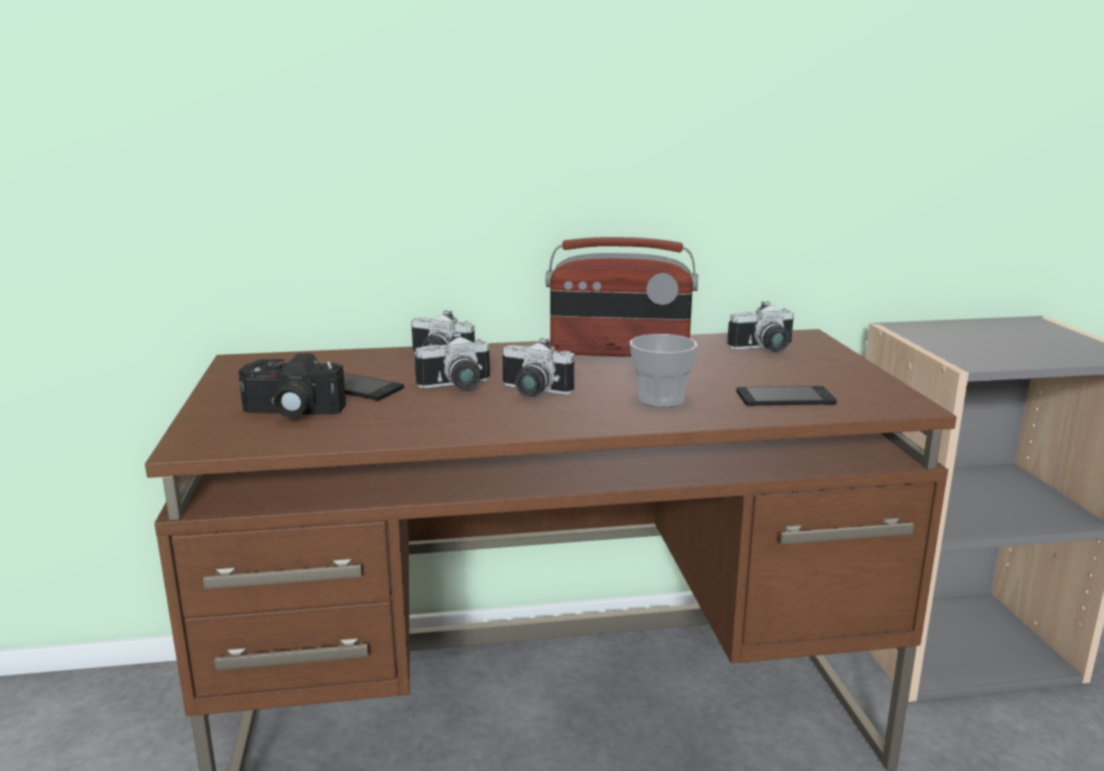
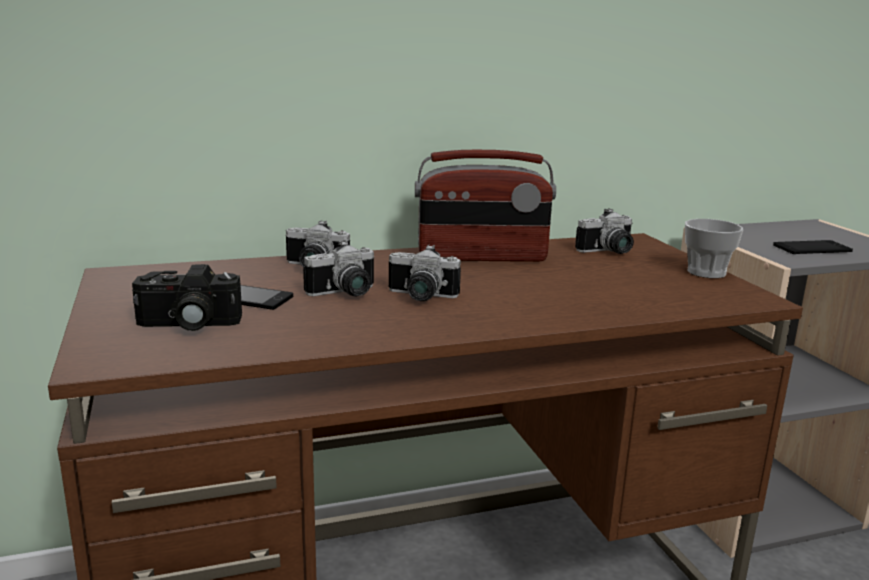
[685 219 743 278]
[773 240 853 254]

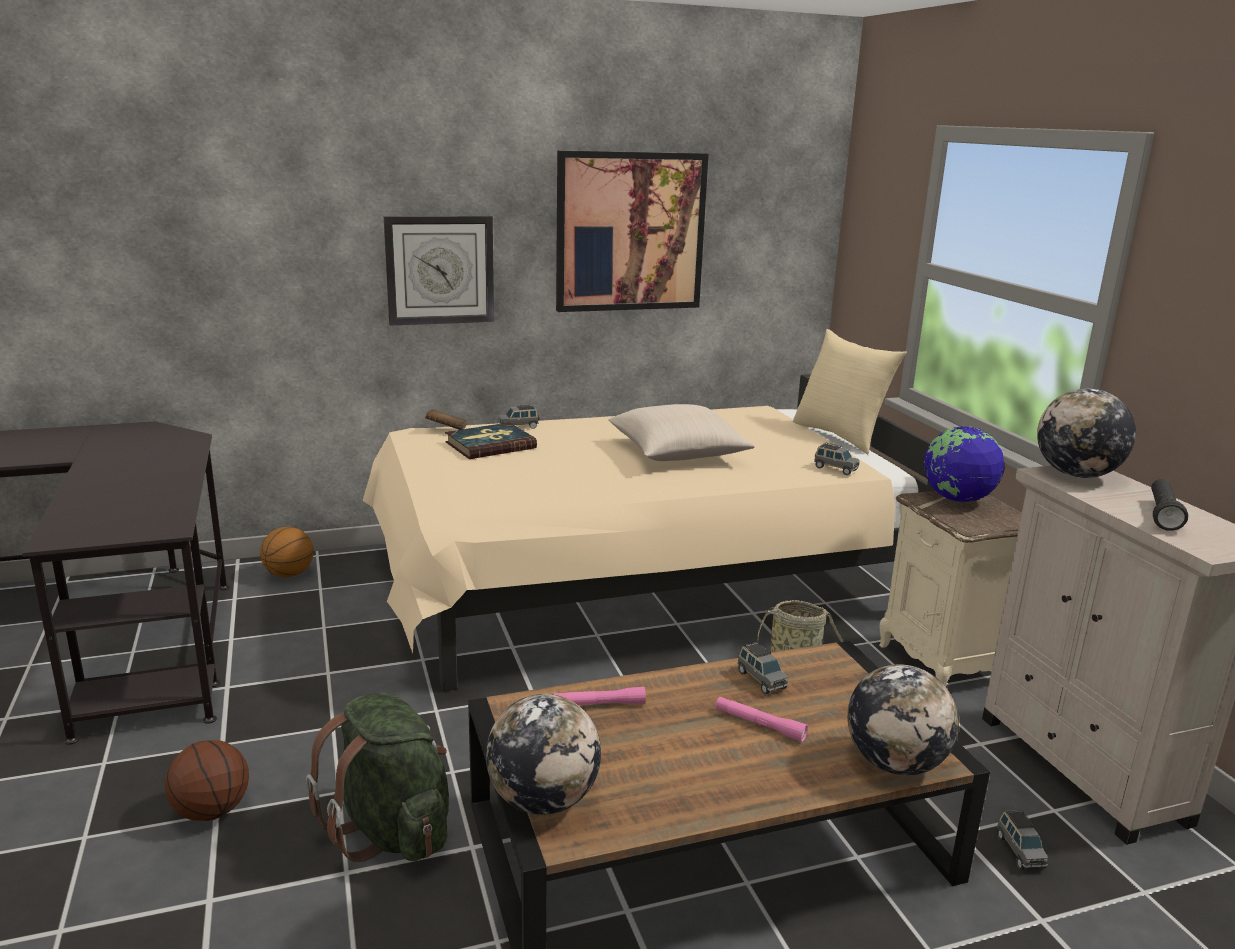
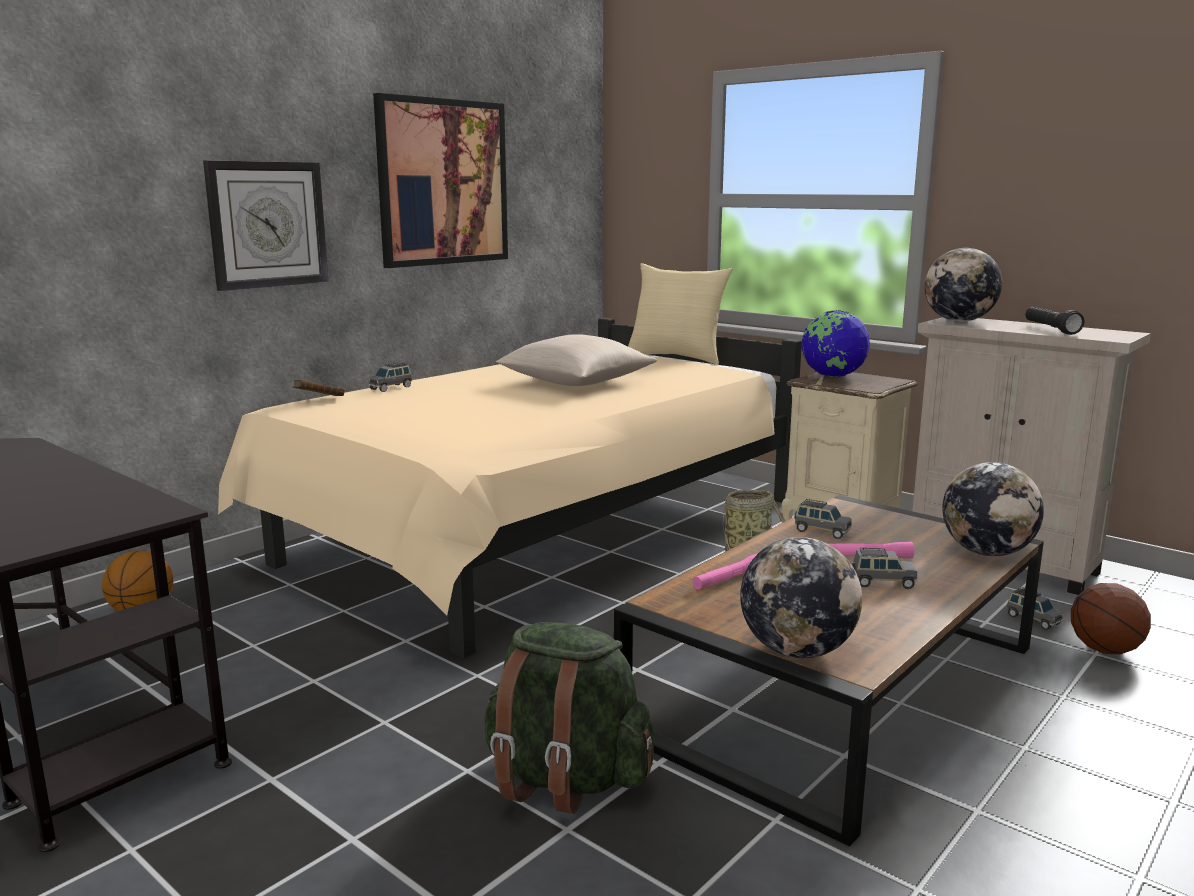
[445 422 537 459] (first image)
[851 548 918 589]
[1071 583 1151 654]

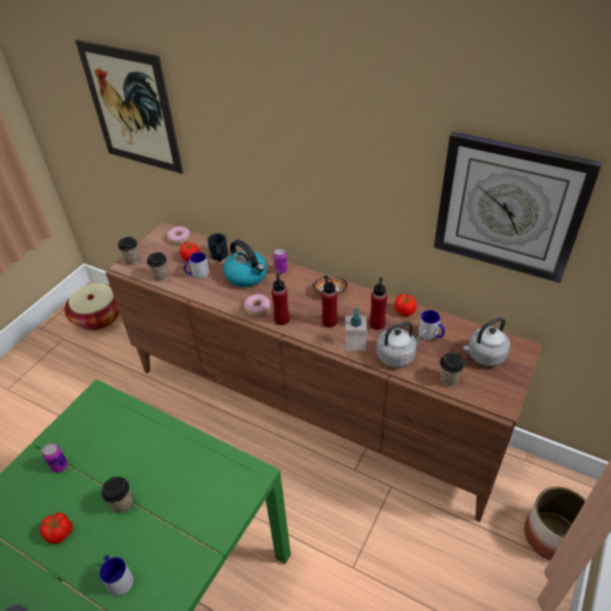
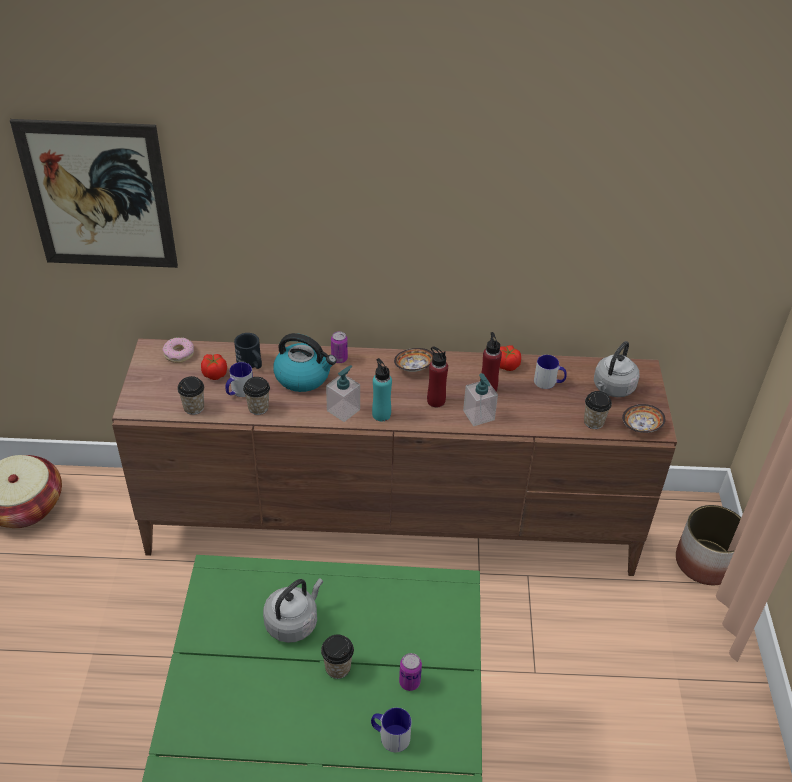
[434 132 603 283] (first image)
[243 377 270 415]
[372 358 392 421]
[326 365 360 422]
[263 578 323 643]
[399 653 422 691]
[40 513 73 544] (first image)
[622 404 665 433]

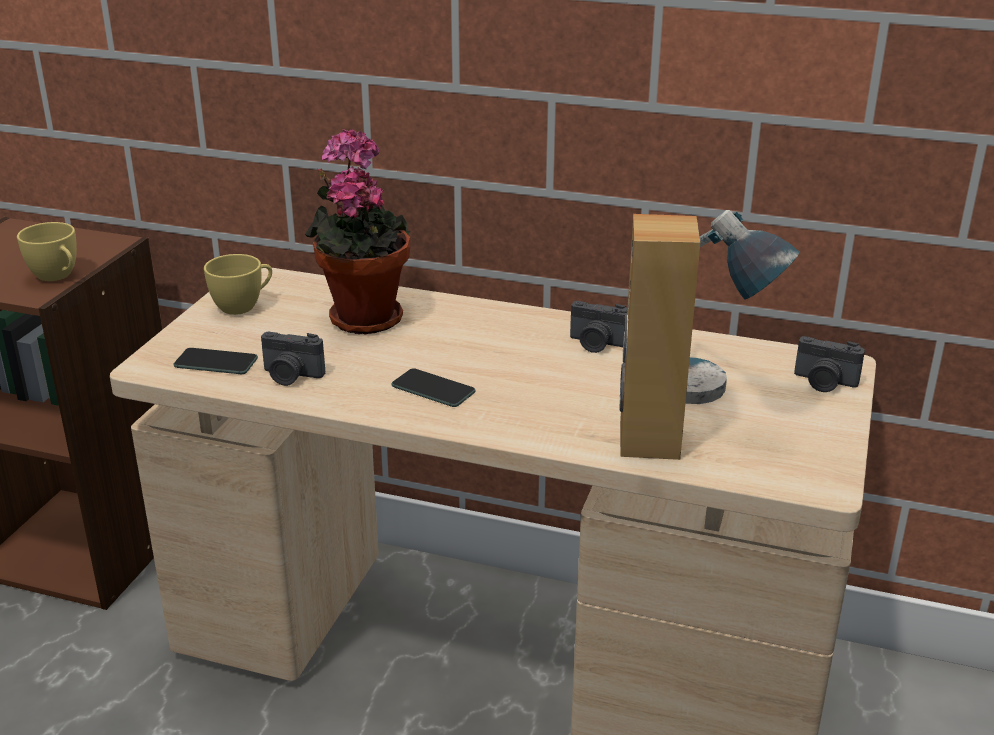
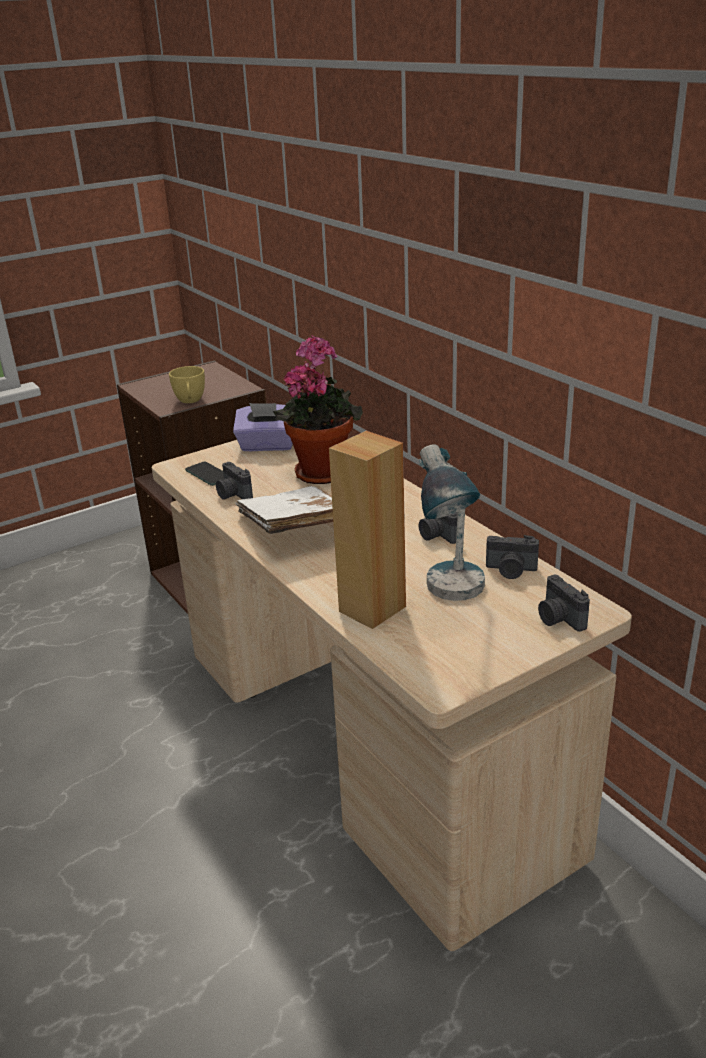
[233 403 293 451]
[236 486 333 534]
[486 535 539 579]

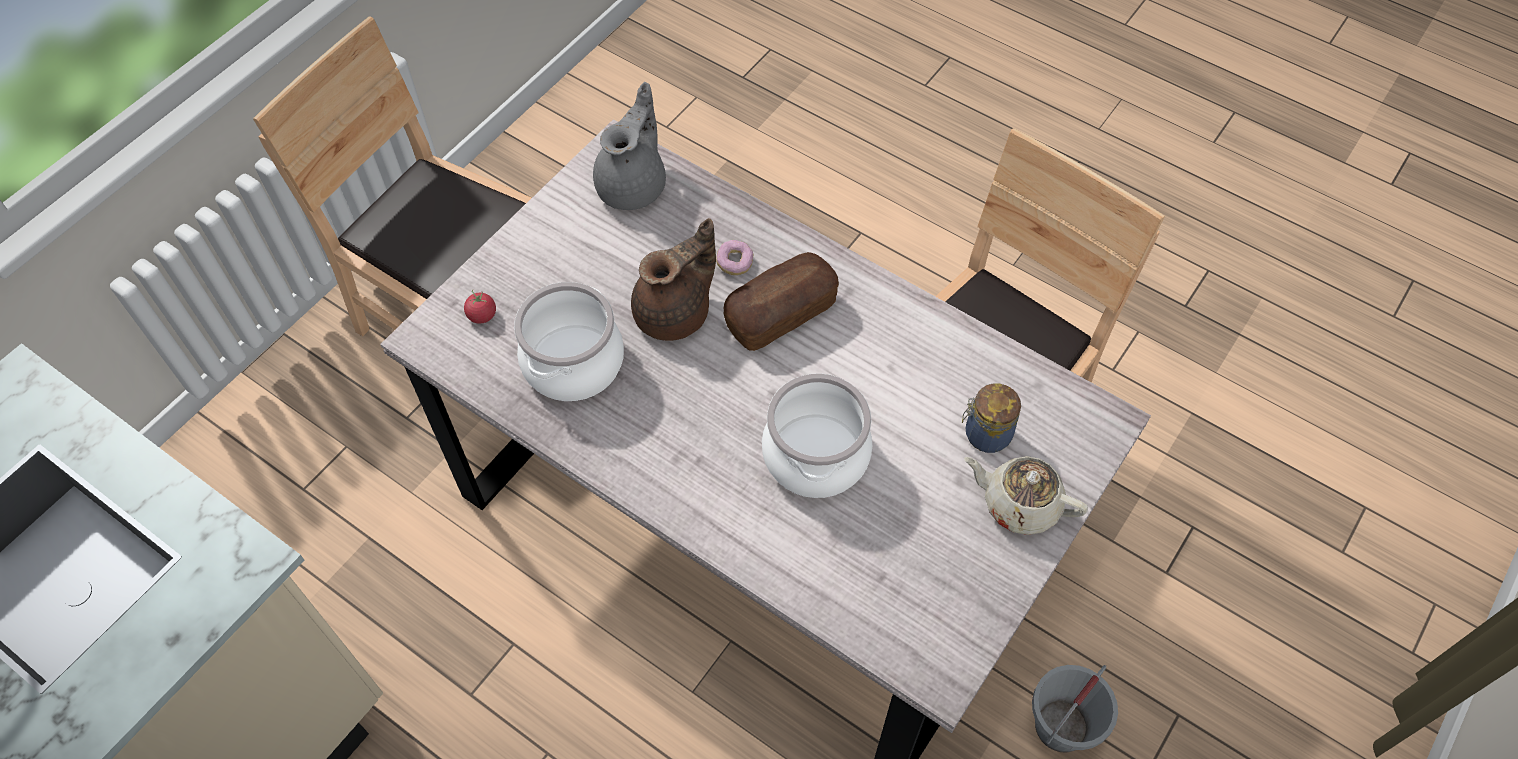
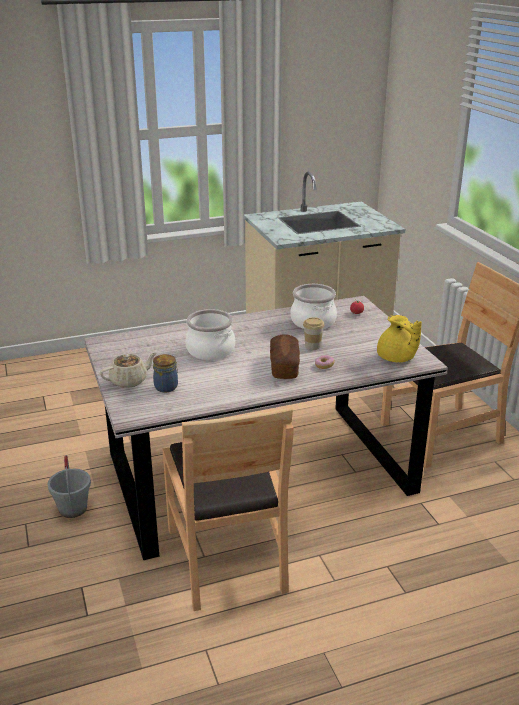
[377 315 422 362]
[303 317 324 350]

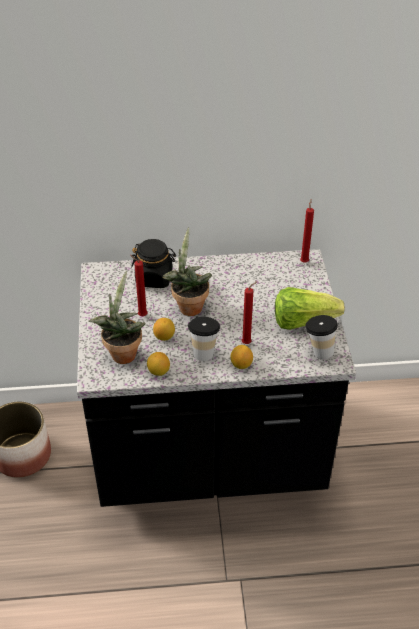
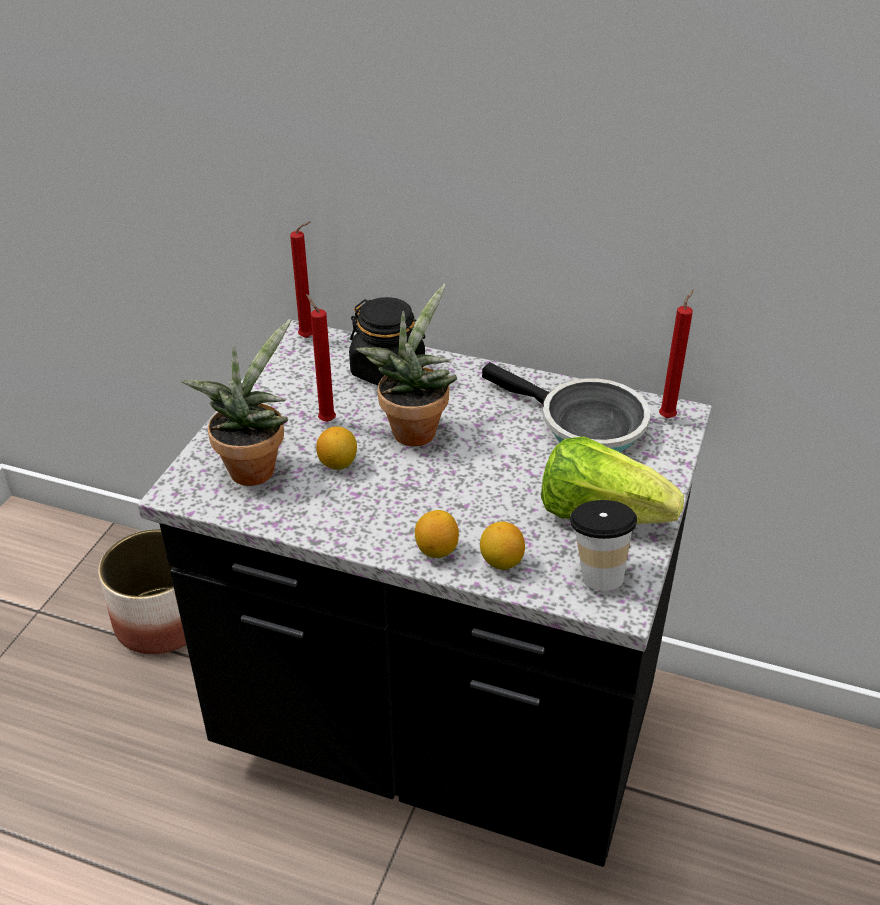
[290 222 312 338]
[188 317 220 361] (first image)
[480 522 525 570]
[482 362 650 452]

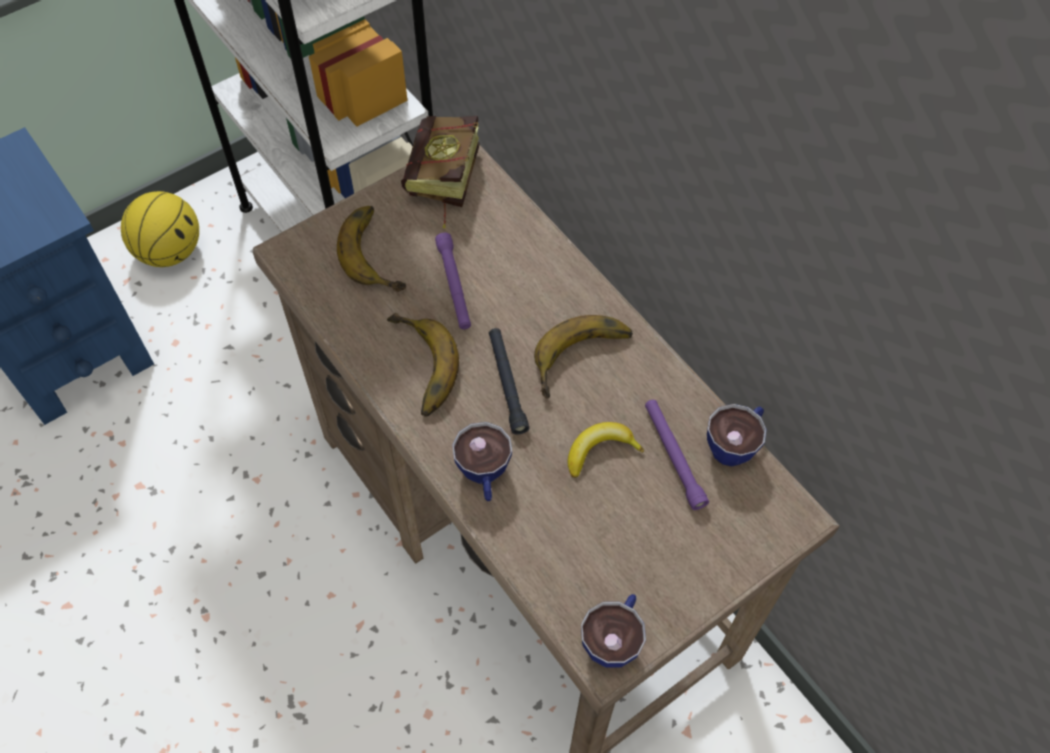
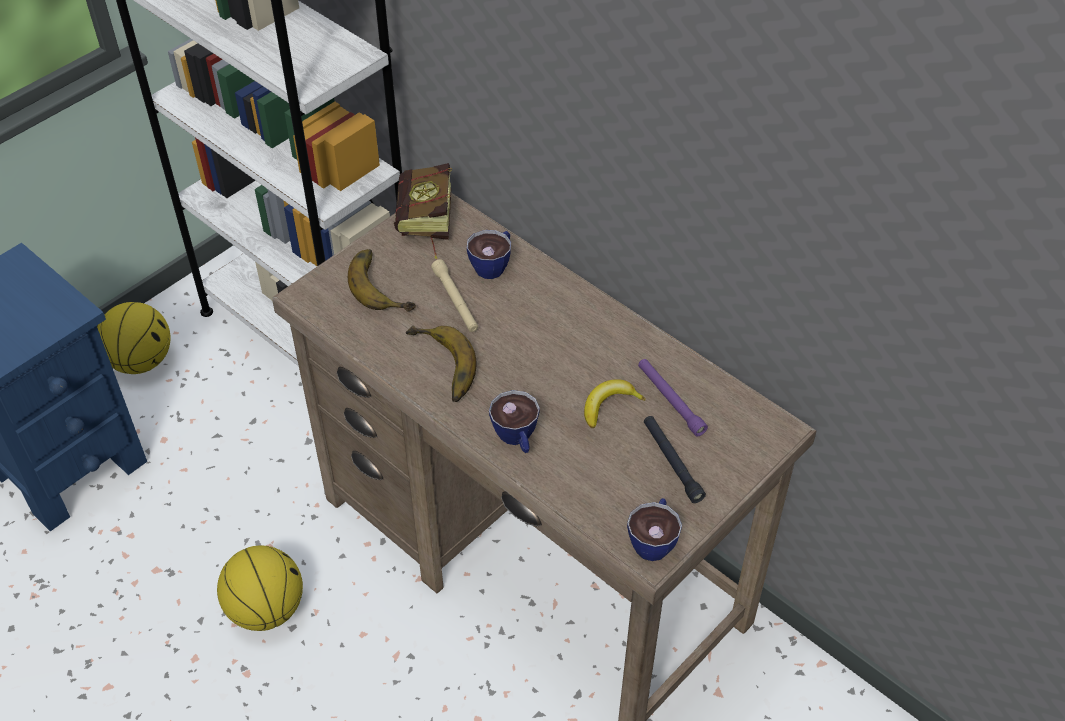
[431 260 478 332]
[534 315 633 398] (first image)
[644 416 706 503]
[467 230 511 279]
[217 545 303 631]

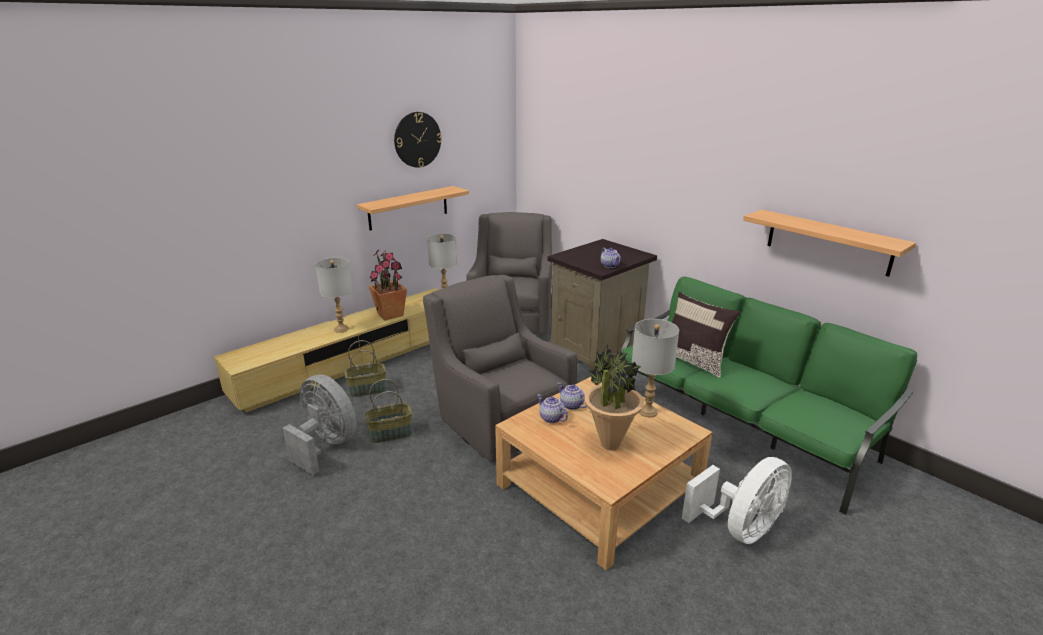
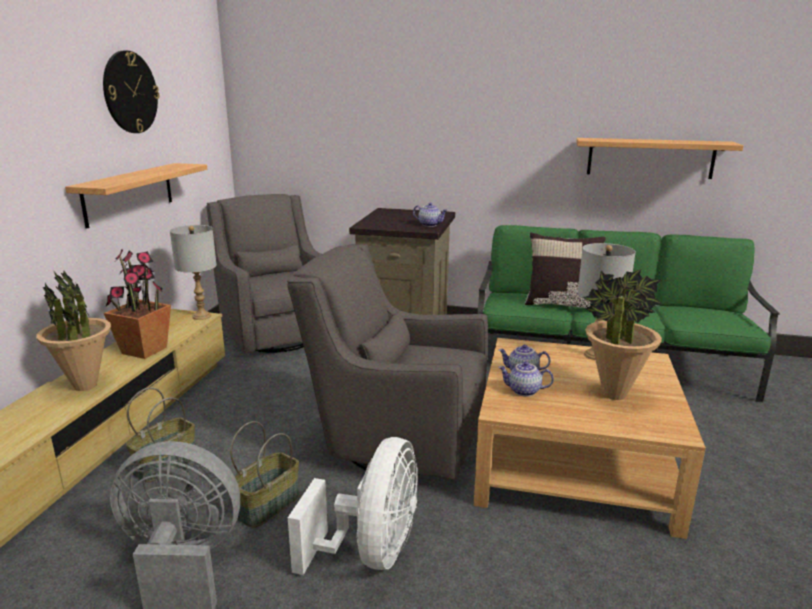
[36 270 111 391]
[288 437 417 575]

